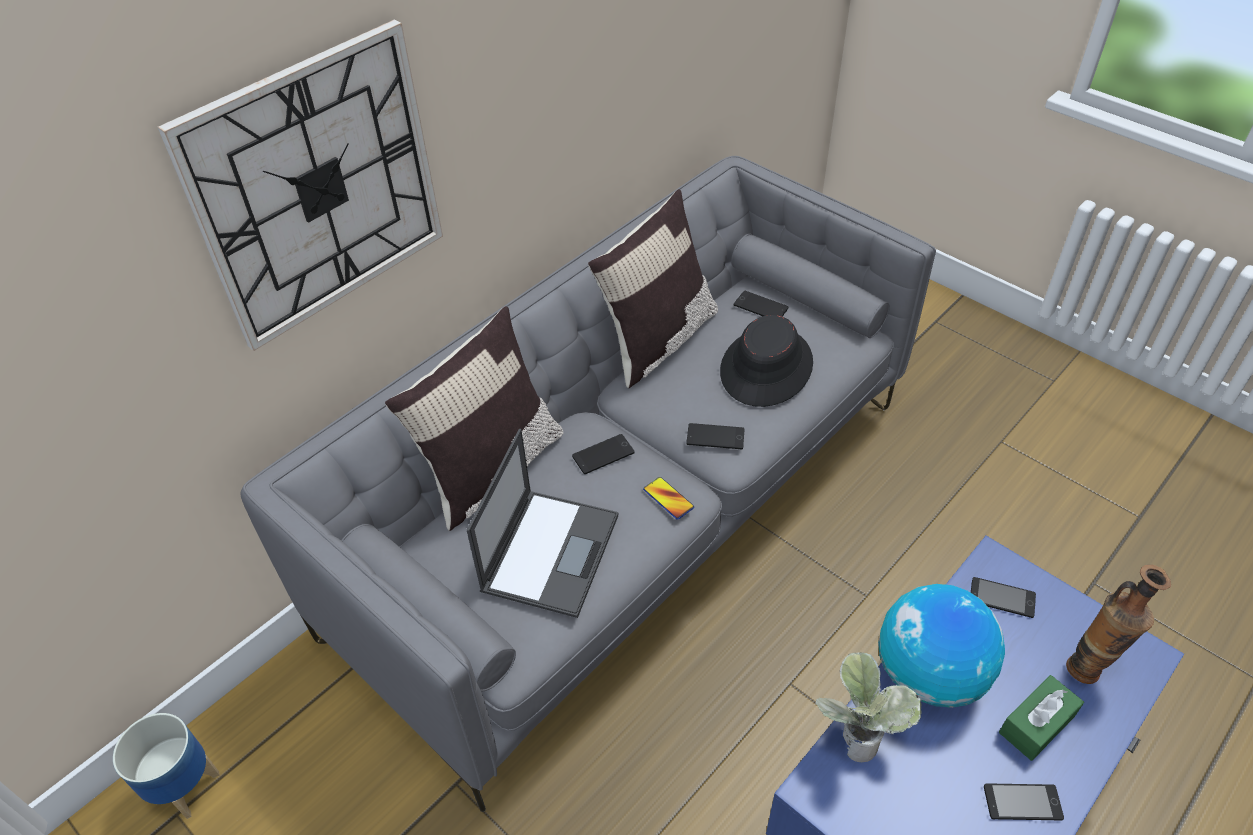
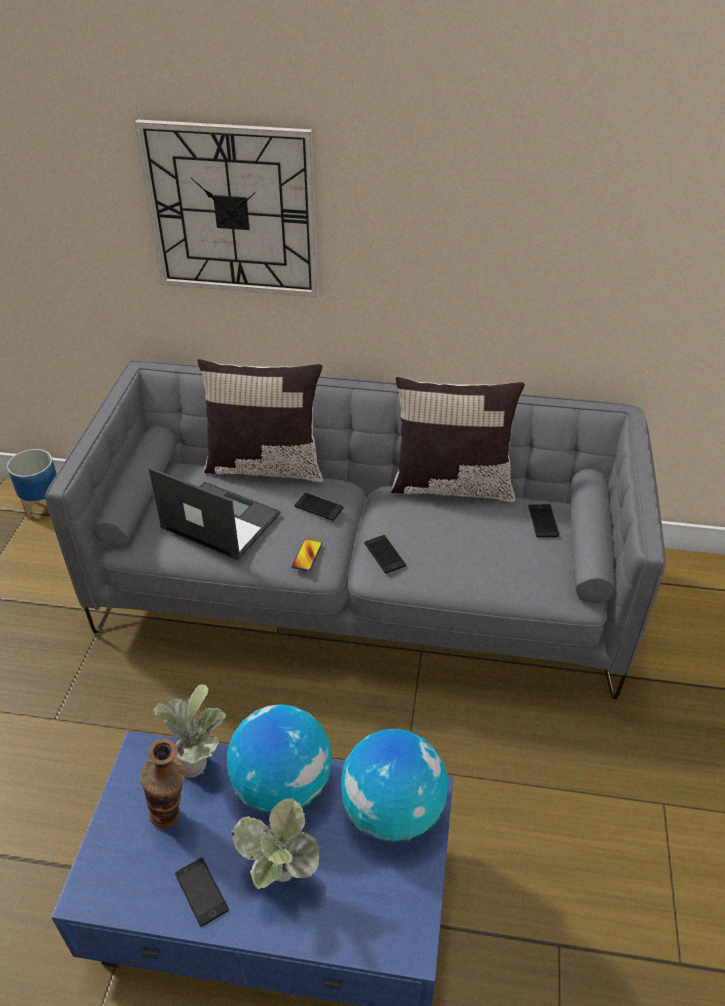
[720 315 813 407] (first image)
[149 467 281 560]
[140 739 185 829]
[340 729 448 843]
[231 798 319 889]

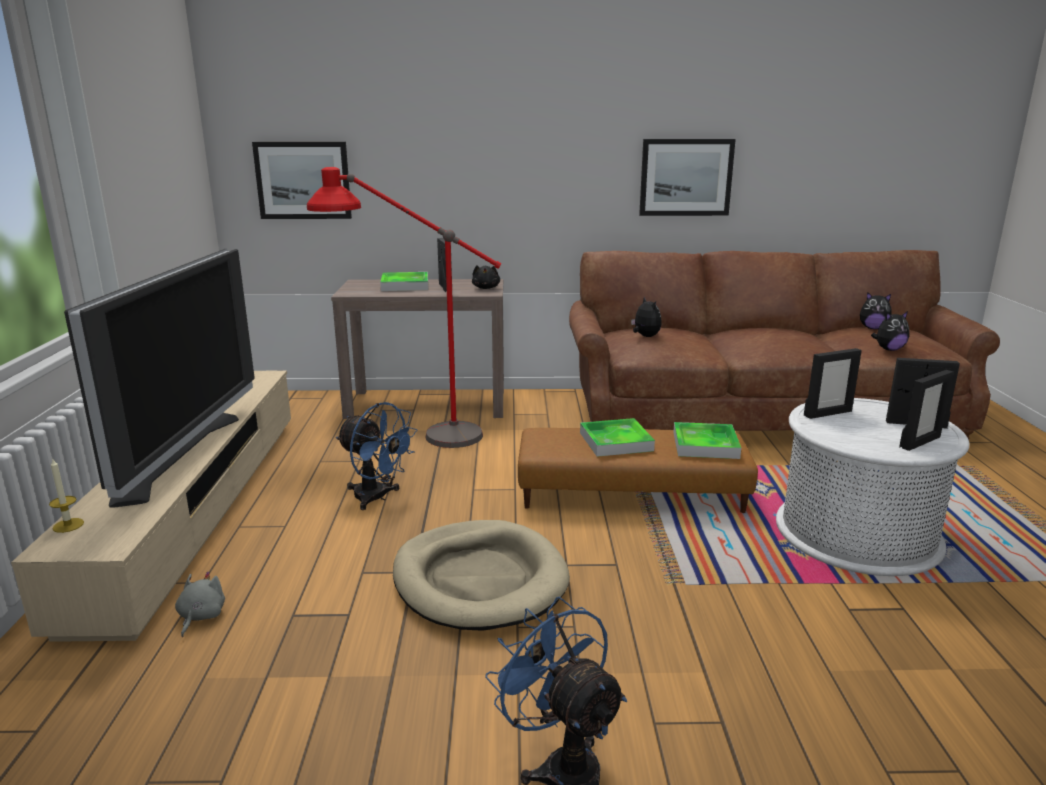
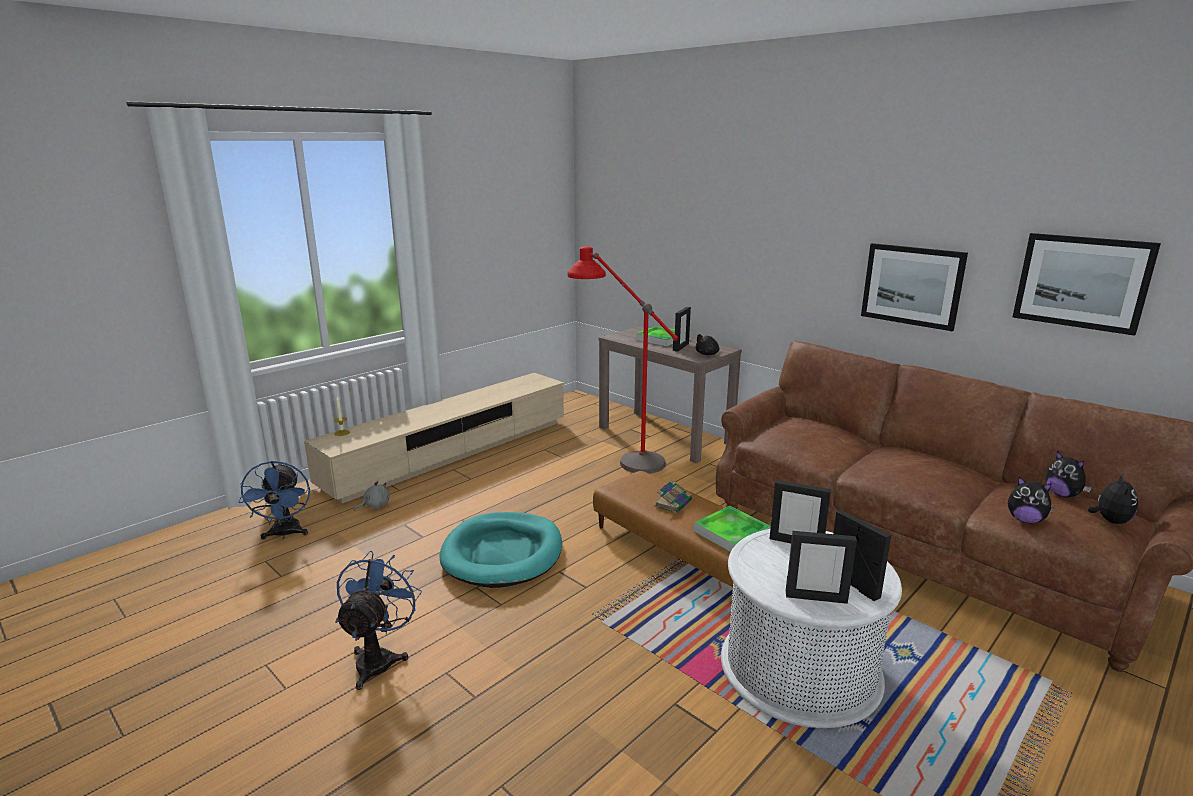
[1013 233 1161 336]
[64 249 255 508] (first image)
[1088 474 1138 524]
[239 461 310 540]
[654 480 692 513]
[440 512 562 588]

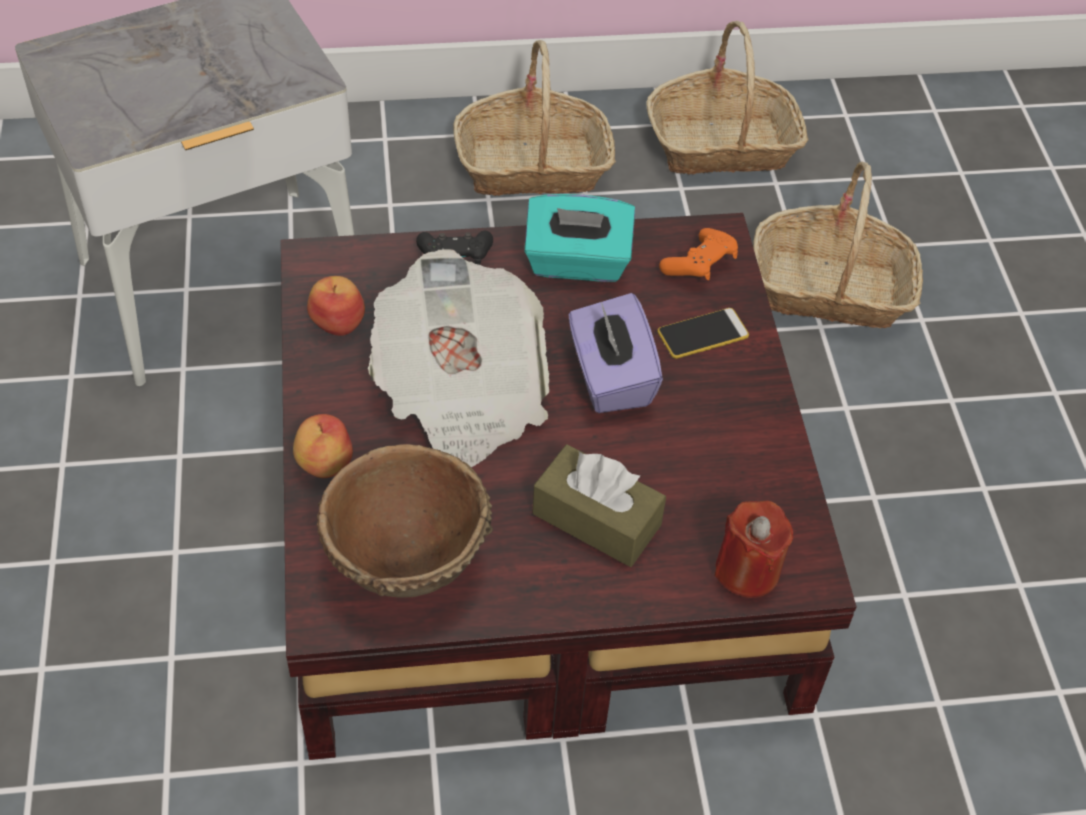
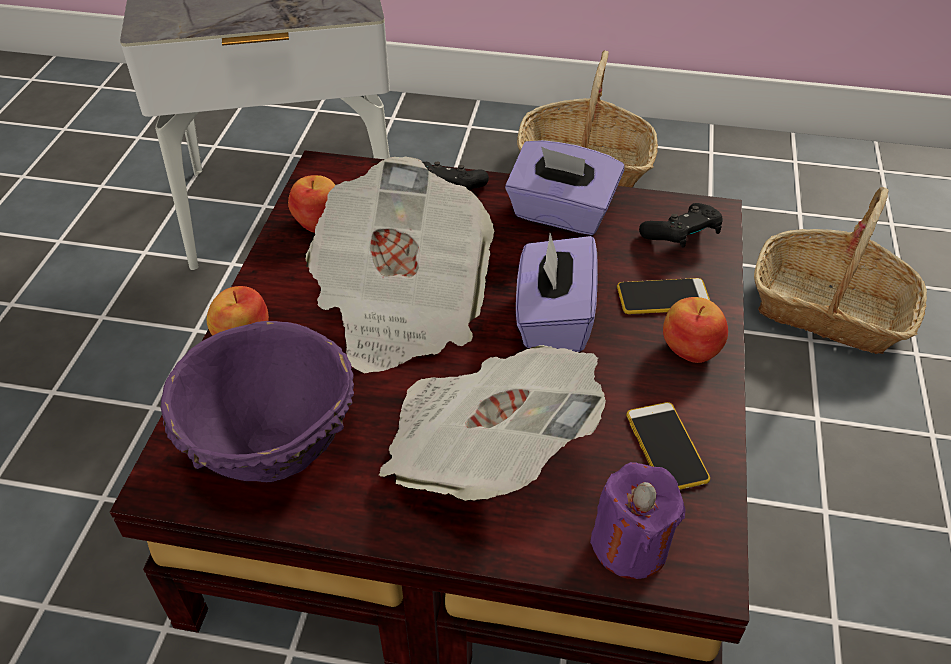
[646 21 809 175] (first image)
[505 140 625 235]
[639 203 723 248]
[160 321 354 482]
[379 345 606 501]
[590 462 685 579]
[663 297 728 363]
[626 402 710 490]

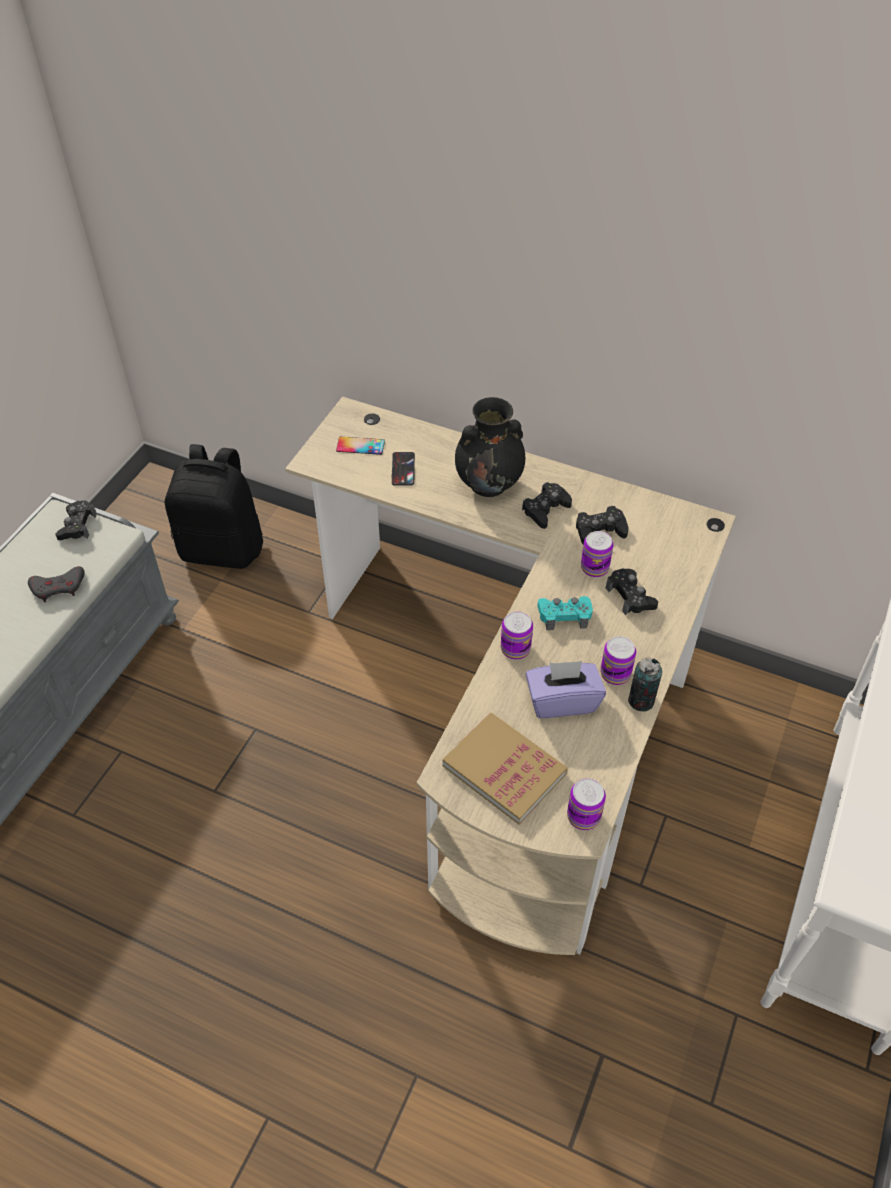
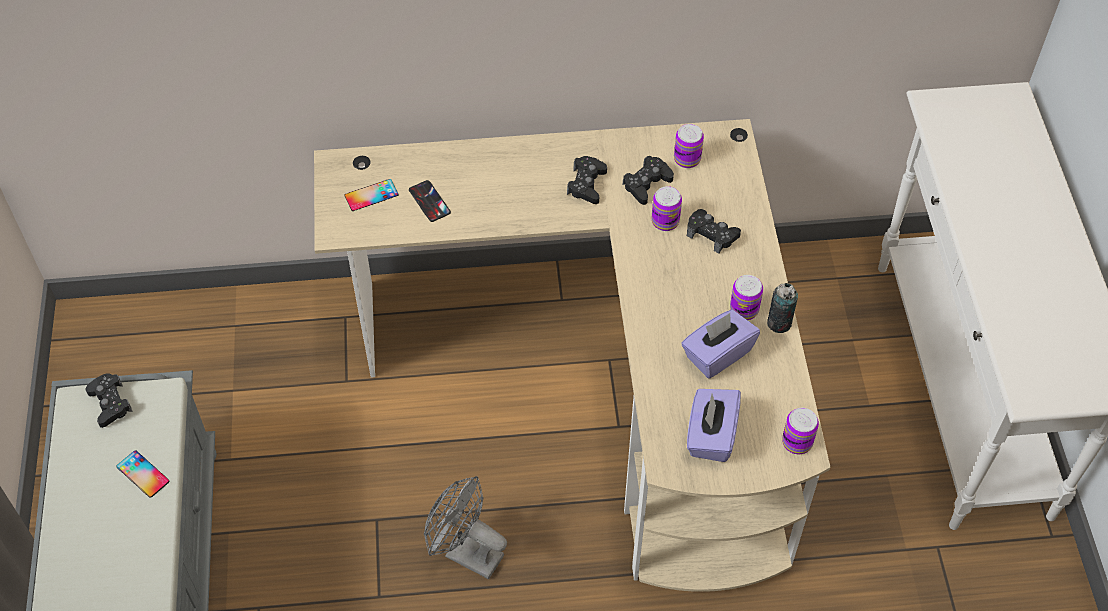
[455 397 525 497] (first image)
[165 444 263 569] (first image)
[117 450 169 498]
[538 596 593 630] (first image)
[674 124 704 168]
[687 389 741 462]
[424 476 507 579]

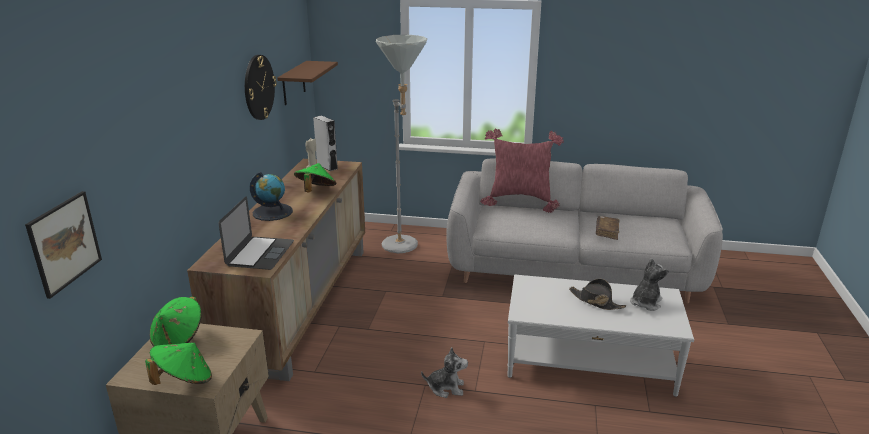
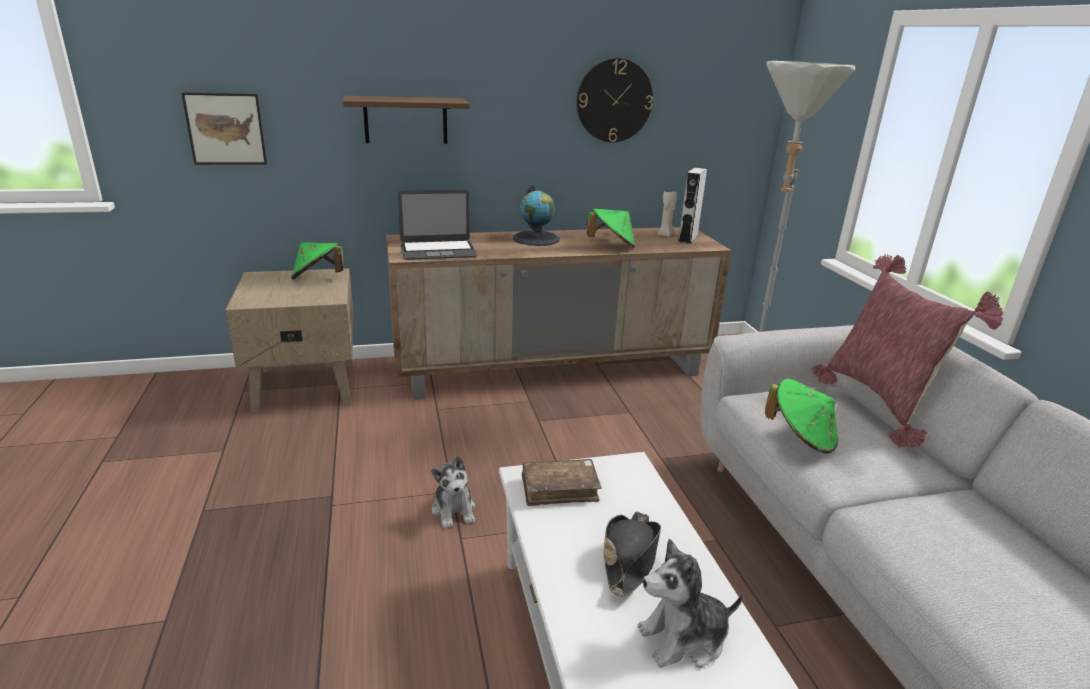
[343 96 470 144]
[522 459 602 506]
[637 539 744 668]
[765 379 838 454]

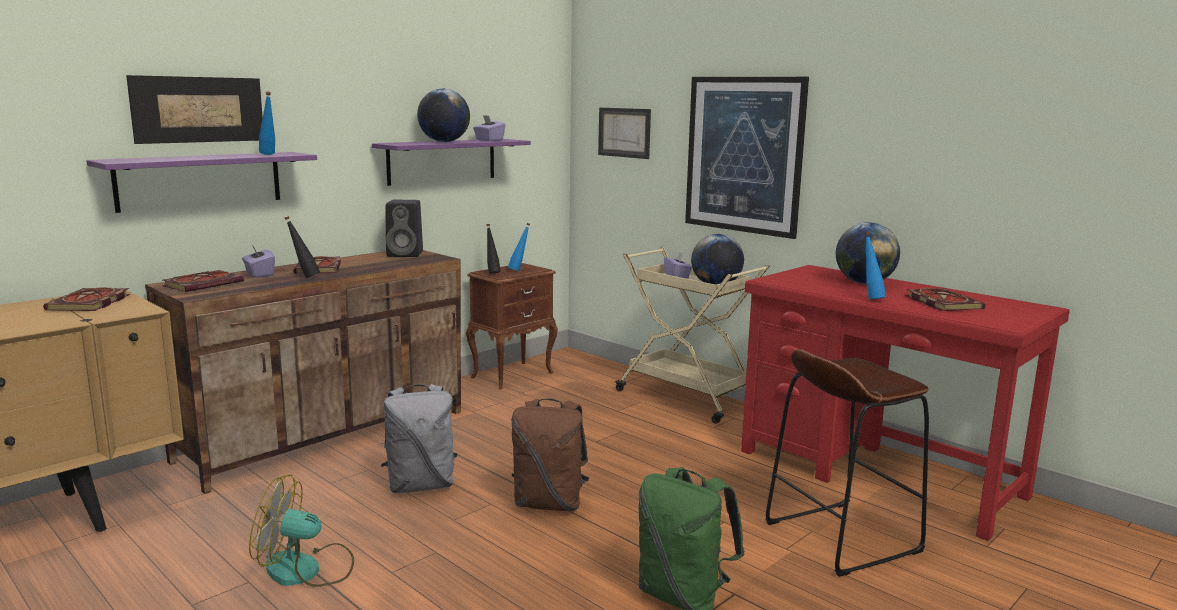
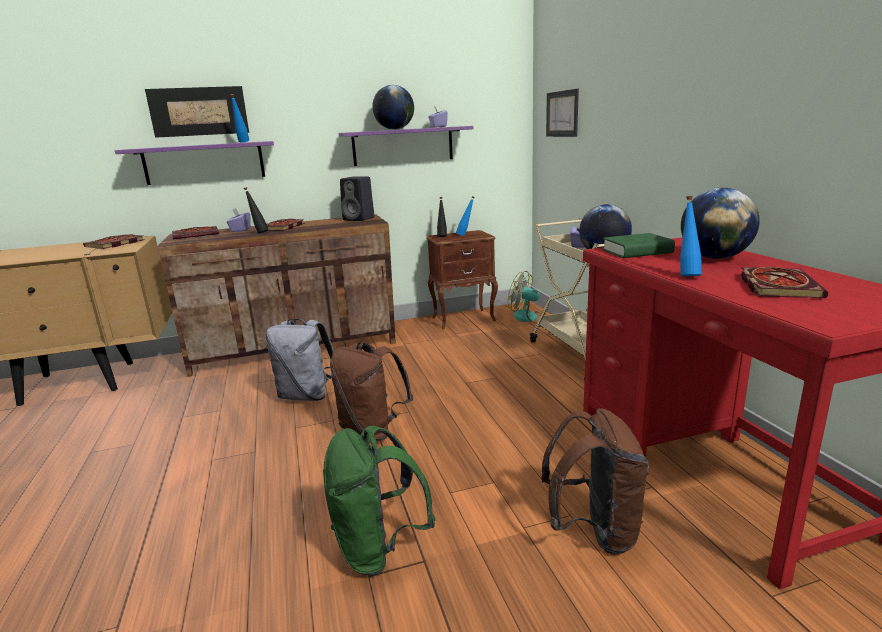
[685 77 809 239] (first image)
[541 408 649 555]
[508 271 551 324]
[602 233 675 258]

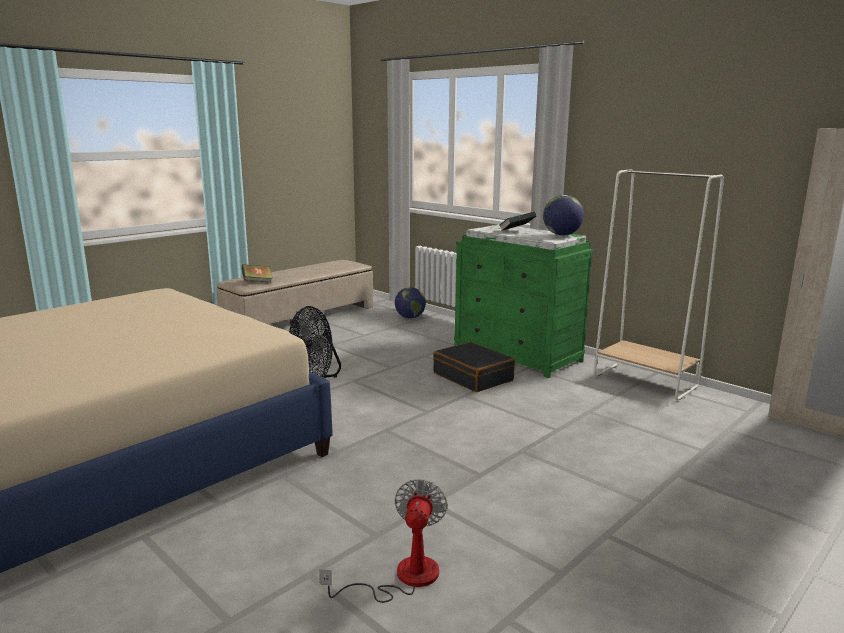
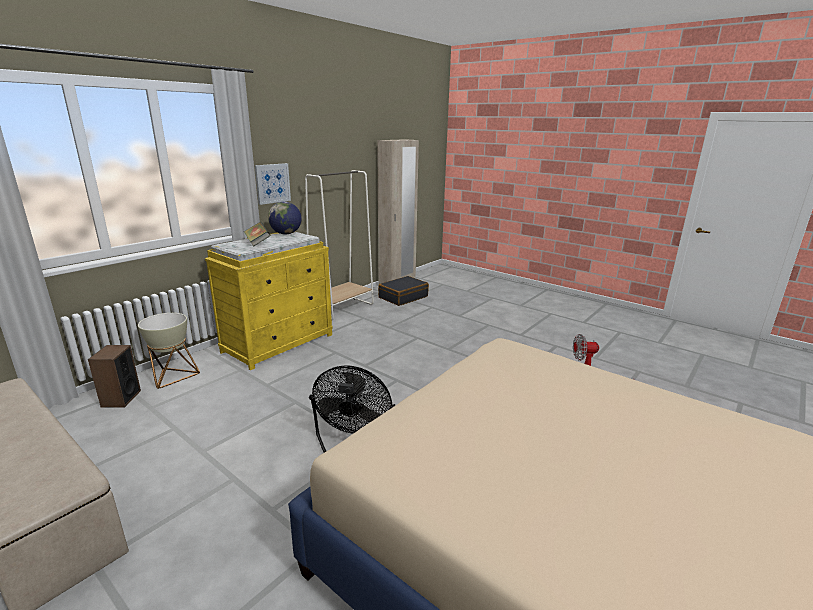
[205 232 333 370]
[242 264 273 283] (first image)
[88 345 141 408]
[378 276 429 306]
[255 163 291 205]
[138 313 200 389]

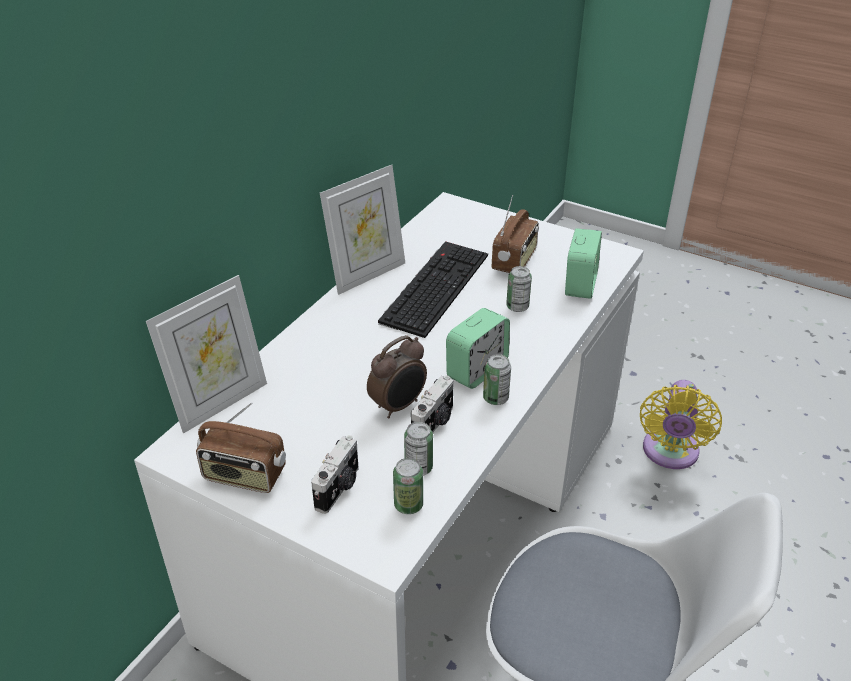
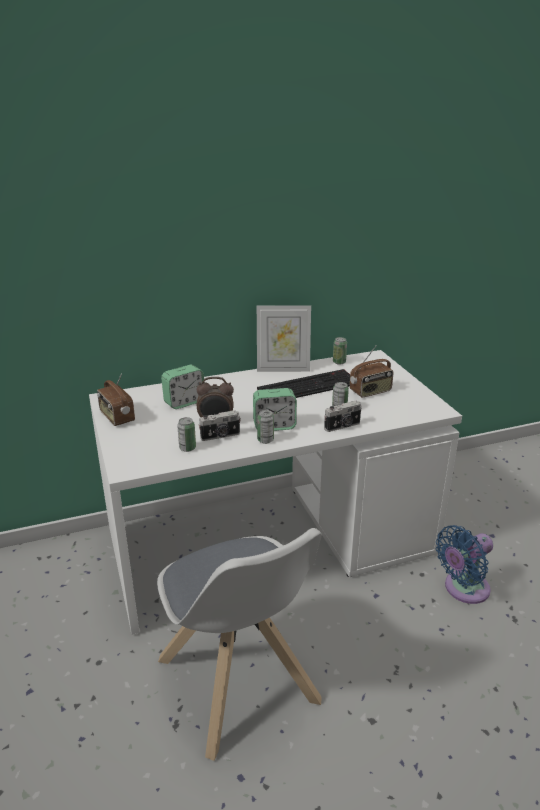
[161 365 204 409]
[146 275 267 434] (first image)
[436 525 493 604]
[324 401 362 432]
[333 337 347 365]

